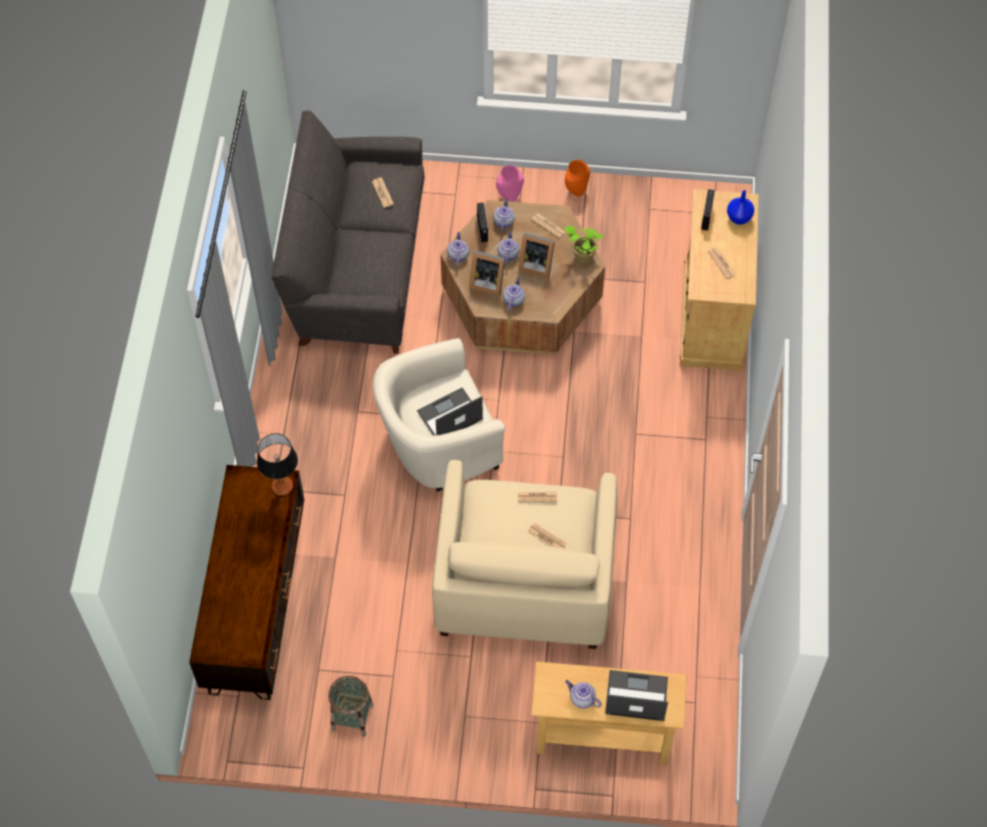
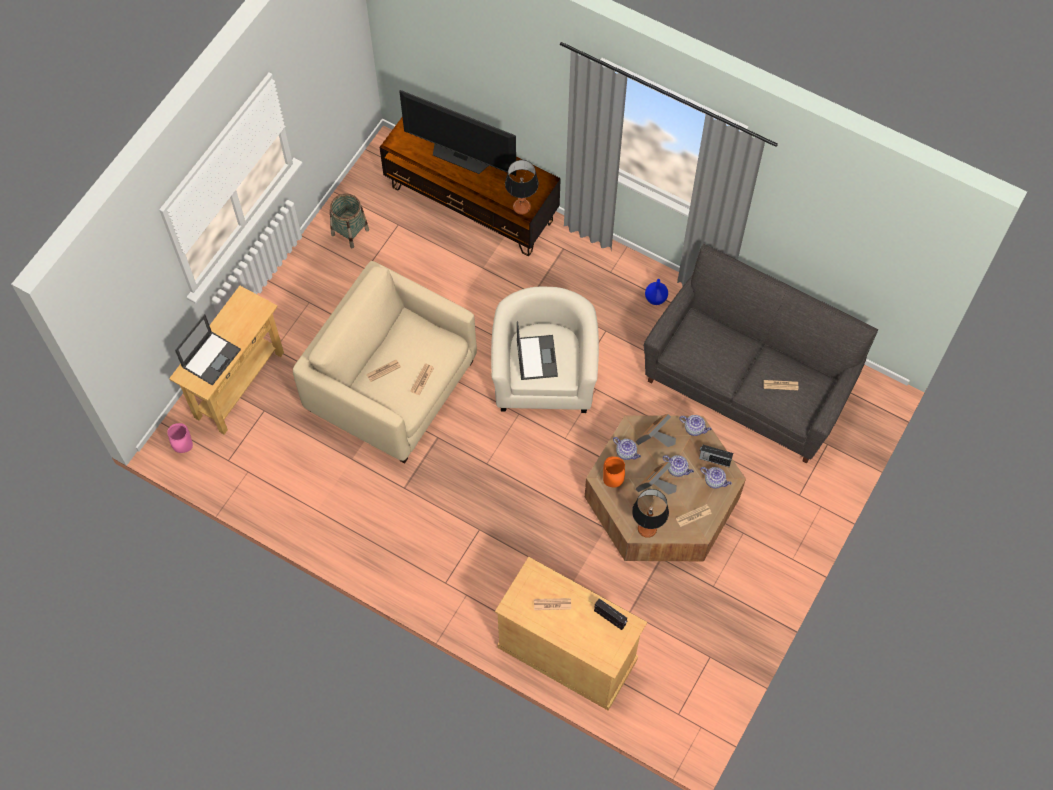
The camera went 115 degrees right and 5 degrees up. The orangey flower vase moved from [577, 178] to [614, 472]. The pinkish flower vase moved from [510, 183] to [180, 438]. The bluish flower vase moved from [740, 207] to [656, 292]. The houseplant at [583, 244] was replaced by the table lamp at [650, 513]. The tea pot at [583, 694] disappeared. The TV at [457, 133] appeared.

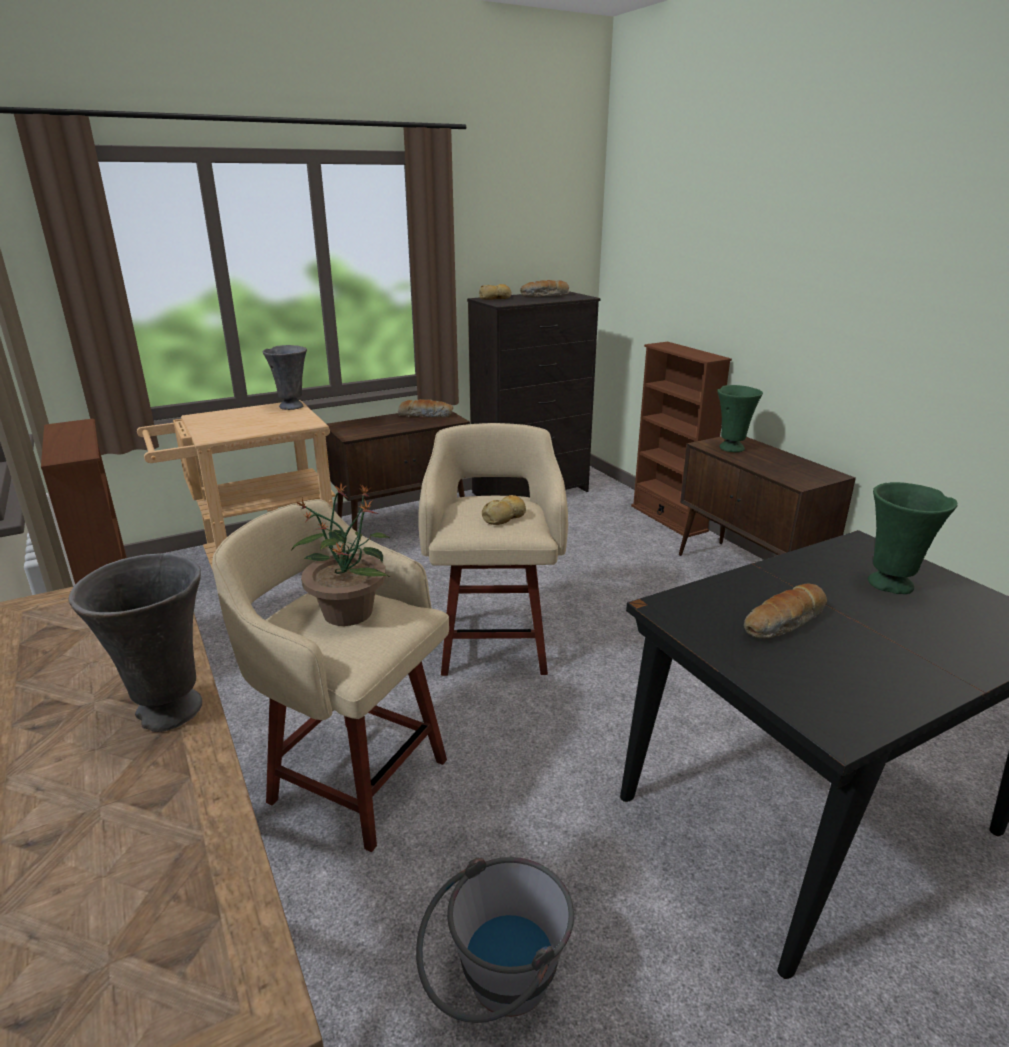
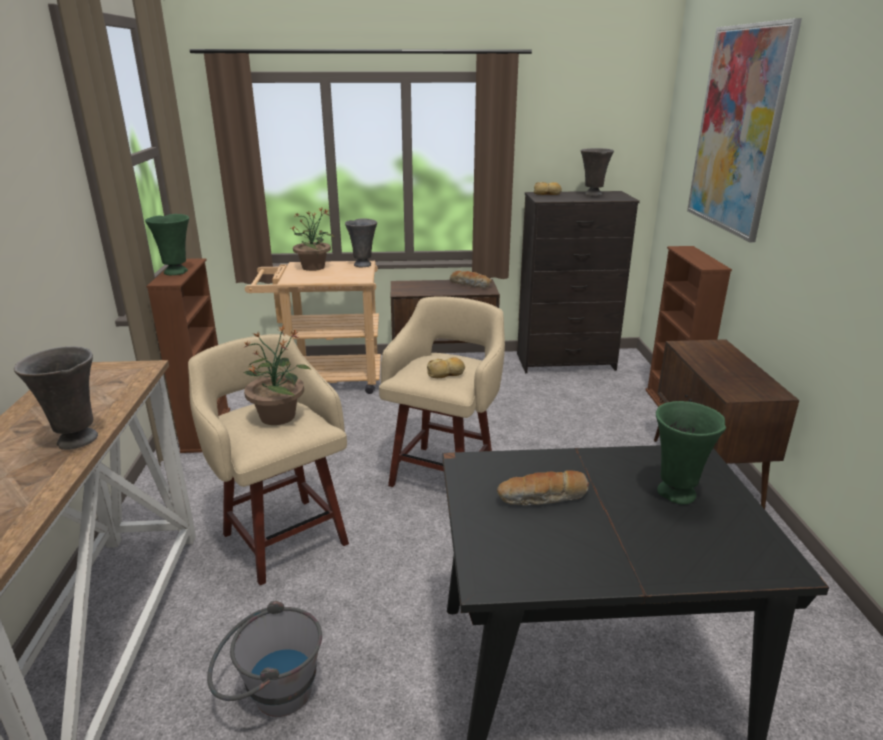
The camera went 25 degrees right and 0 degrees up. The baked bread at [544, 288] was replaced by the grey flower vase at [597, 172]. The green-coloured flower vase moved from [740, 418] to [167, 244]. The wall picture at [744, 130] appeared. The houseplant at [313, 239] appeared.

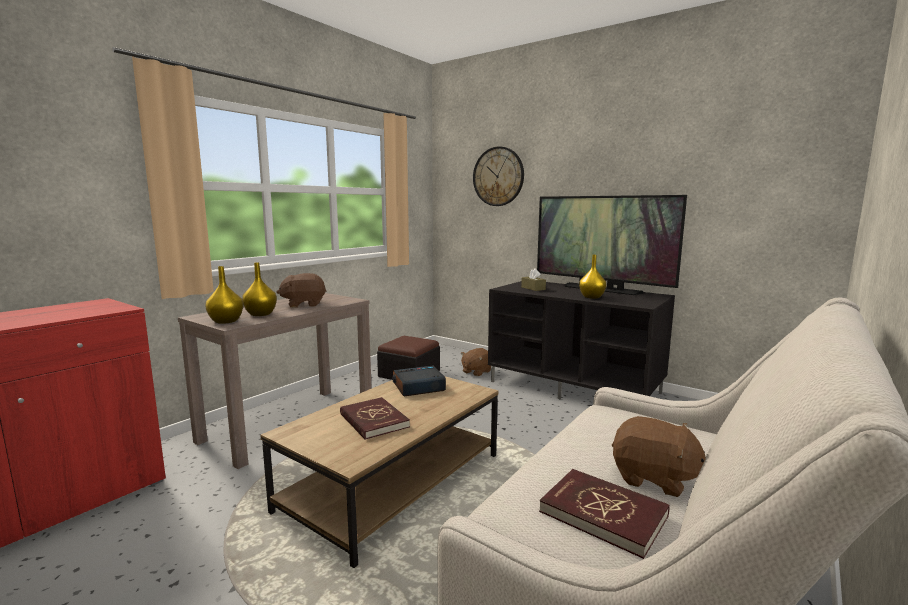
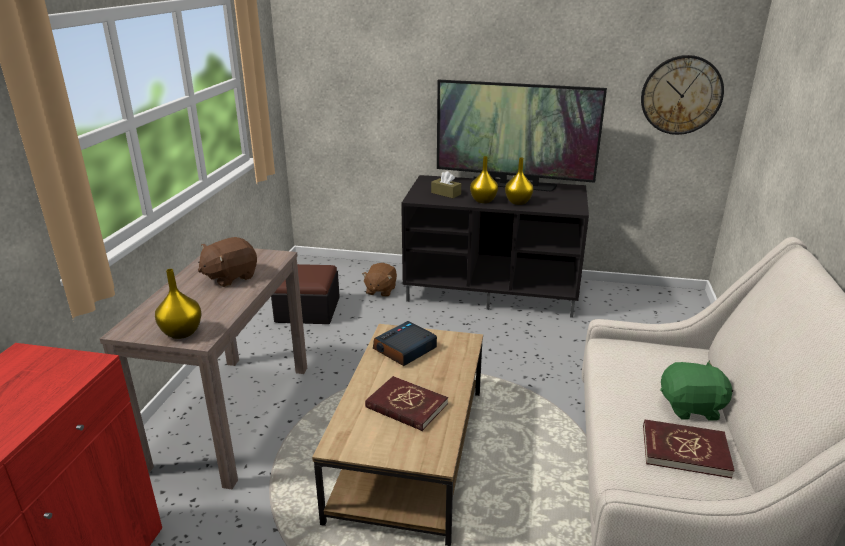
The camera went 25 degrees left and 15 degrees up. The clock on the wall moved from [498, 176] to [682, 95]. The yellow flower vase moved from [259, 289] to [484, 179]. The brownish soft toy at [659, 456] became the green-coloured soft toy at [697, 391].

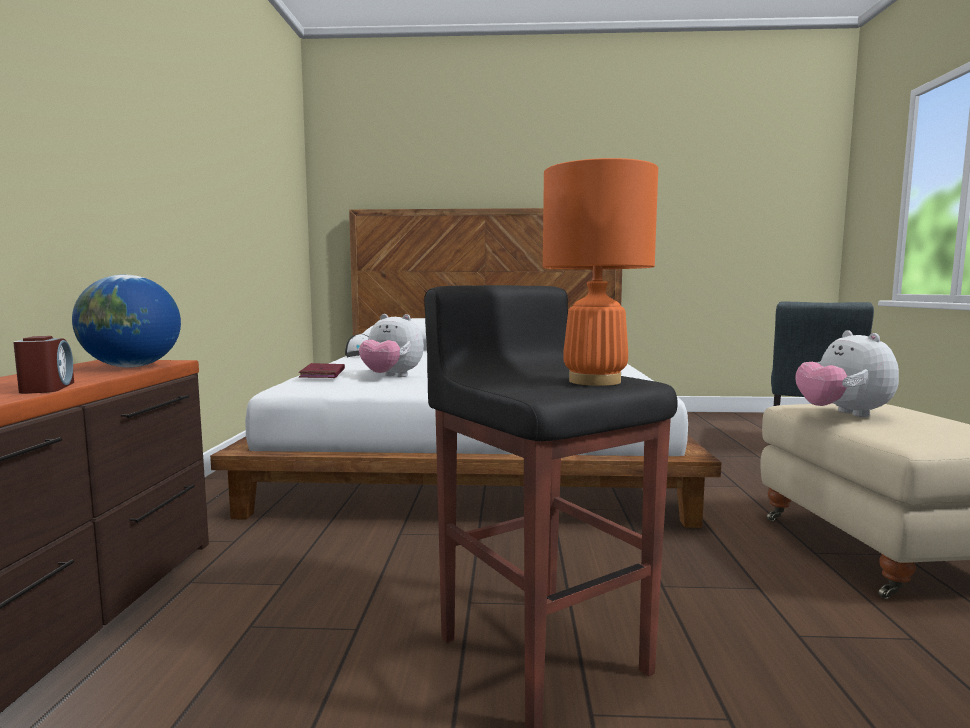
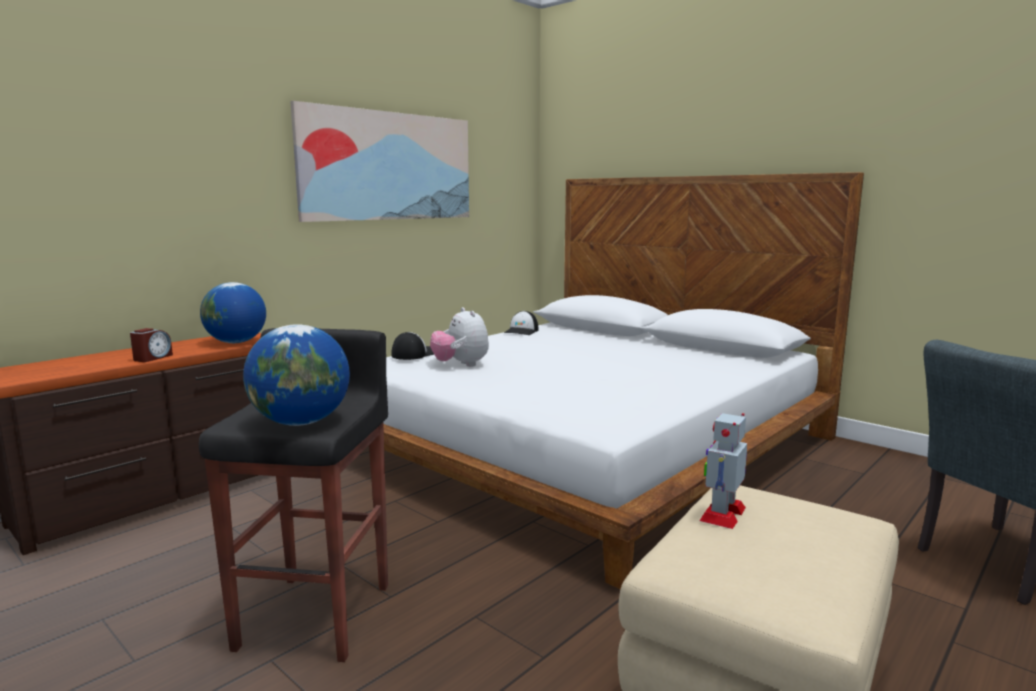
The camera went 40 degrees right and 5 degrees up. The orangey table lamp at [600, 272] was replaced by the desk globe at [296, 375]. The soft toy at [847, 373] was replaced by the toy robot at [724, 471]. The red book at [322, 370] was replaced by the baseball cap at [413, 346]. The wall picture at [379, 161] appeared.

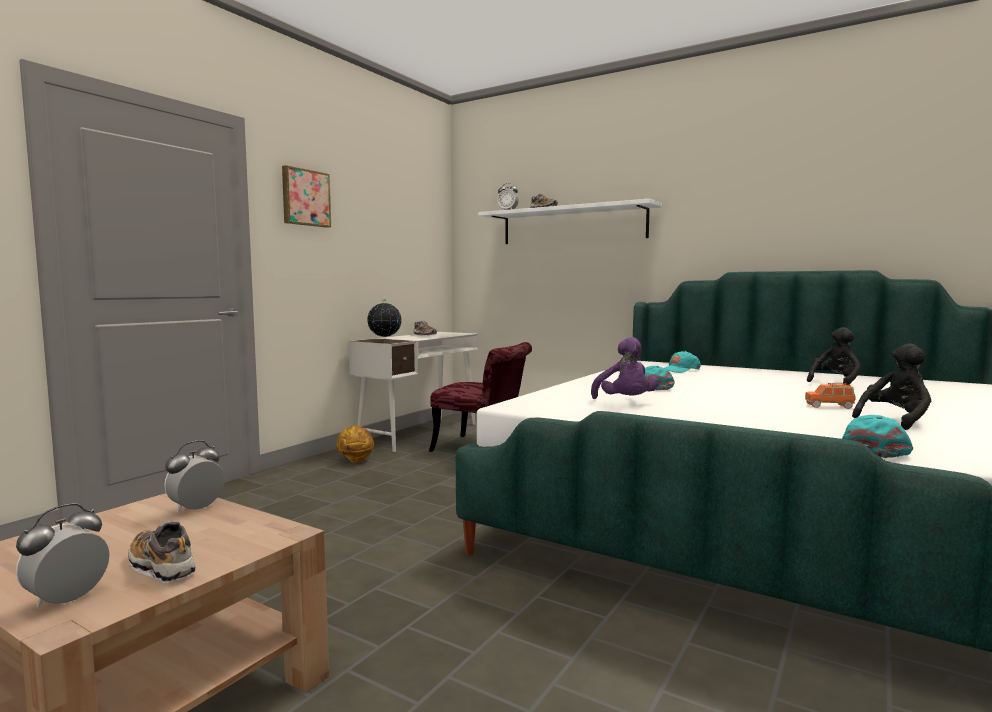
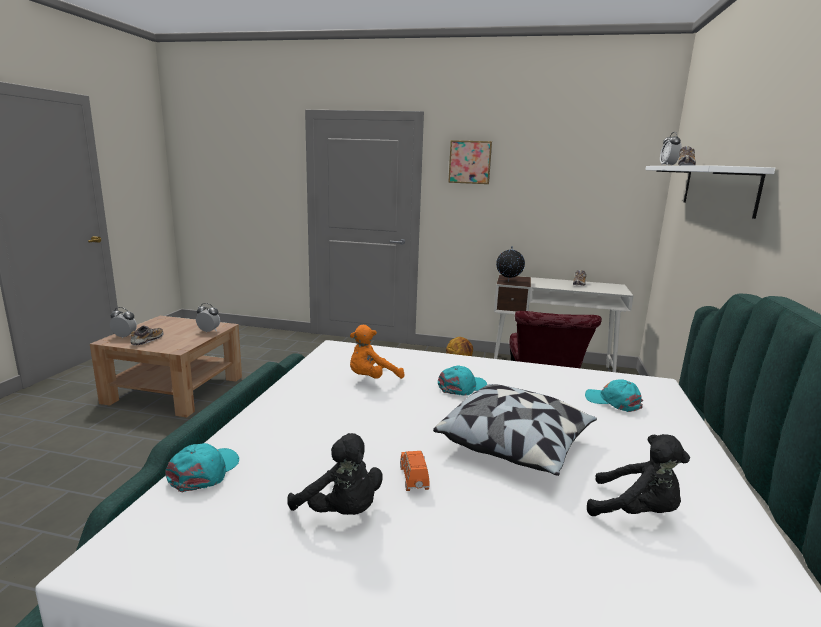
The camera went 70 degrees right and 10 degrees up. The purple soft toy at [625, 368] became the orangey soft toy at [377, 352]. The turquoise baseball cap at [877, 436] turned 75 degrees counterclockwise. The pillow at [515, 430] appeared.

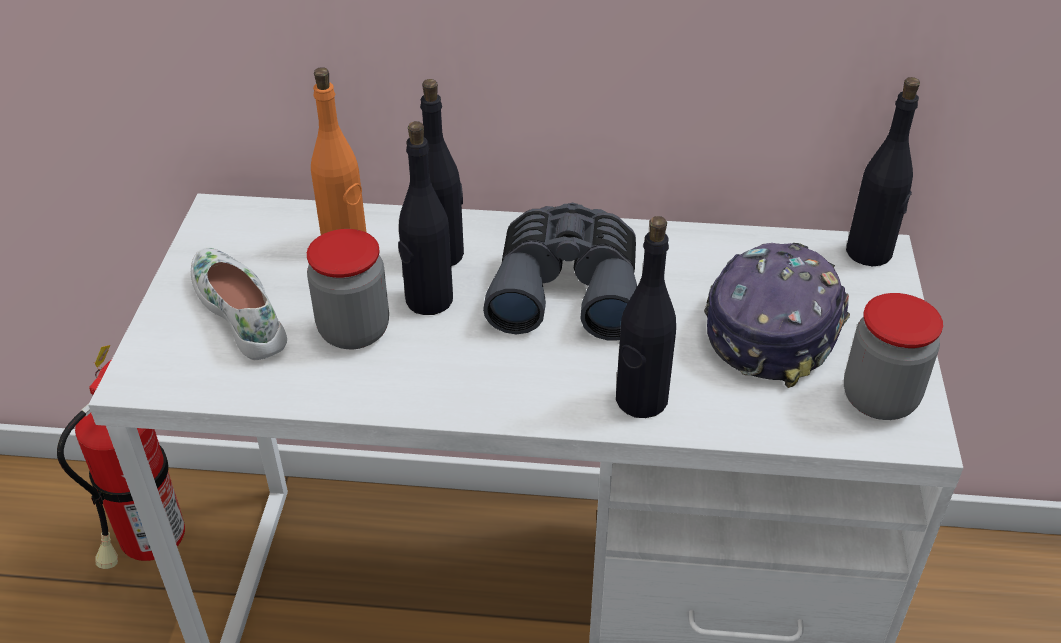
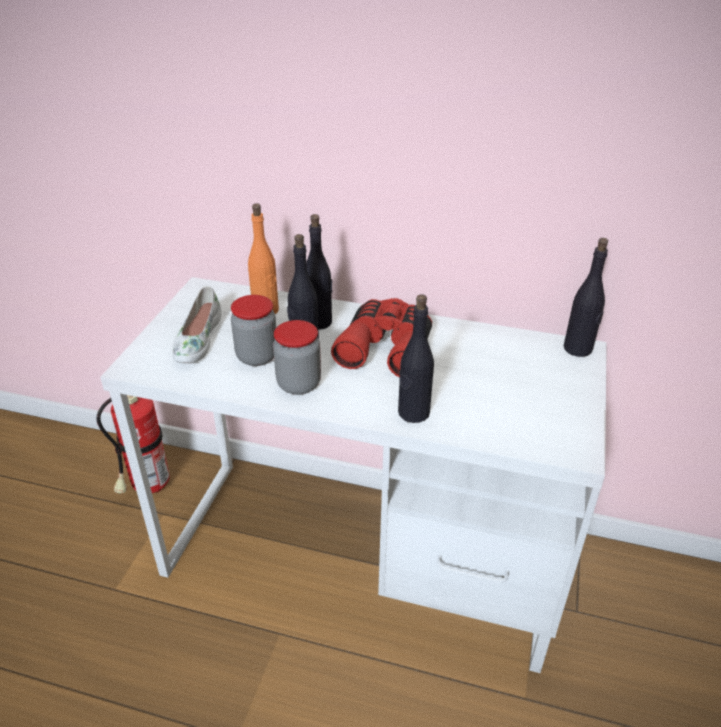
The camera went 10 degrees right and 5 degrees down. The grey field glasses at [560, 272] became the red field glasses at [381, 337]. The baseball cap at [777, 315] disappeared. The white-coloured item of footwear at [239, 303] turned 150 degrees counterclockwise. The preserve jar moved from [893, 356] to [297, 357].

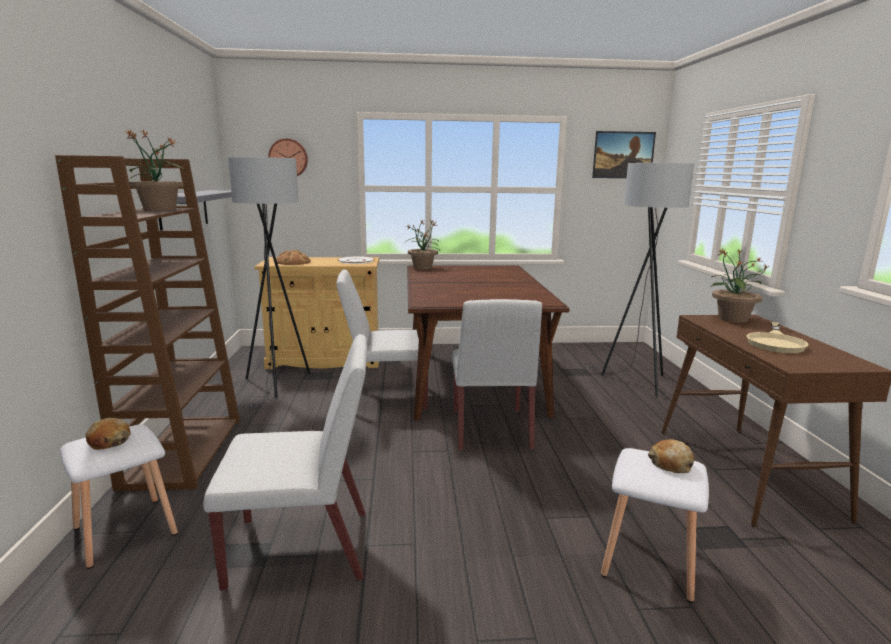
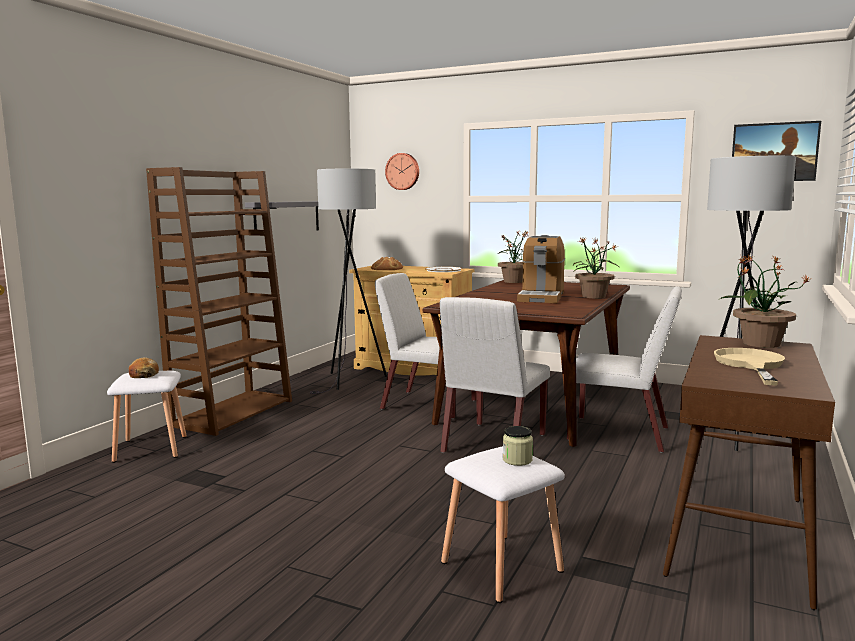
The camera went 30 degrees right and 5 degrees down. The houseplant moved from [155, 170] to [596, 267]. The sand-coloured pan at [777, 337] turned 135 degrees clockwise. The white-coloured chair moved from [285, 462] to [624, 370]. The baked bread at [671, 456] was replaced by the preserve jar at [518, 446]. The coffee maker at [541, 269] appeared.

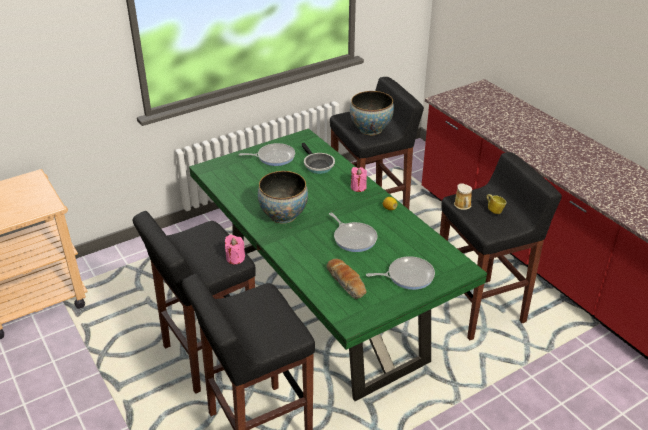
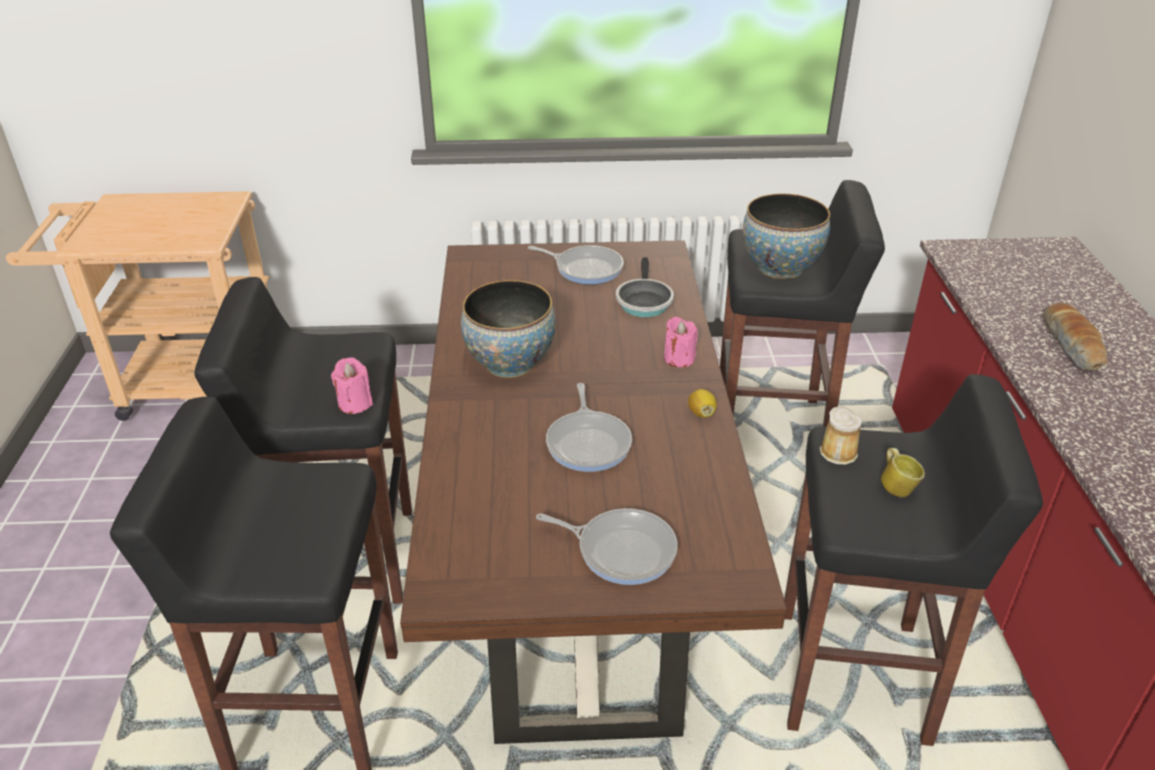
The camera went 30 degrees right and 0 degrees up. The green-coloured dining table at [338, 264] became the brownish dining table at [593, 492]. The baked bread moved from [346, 279] to [1075, 337].

